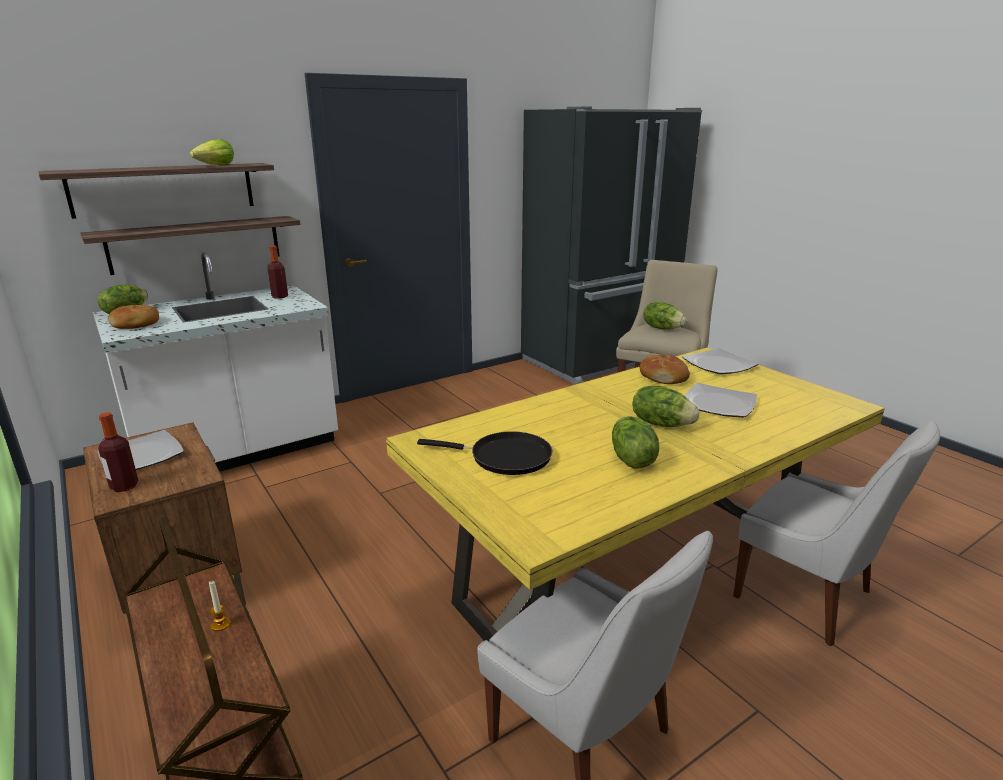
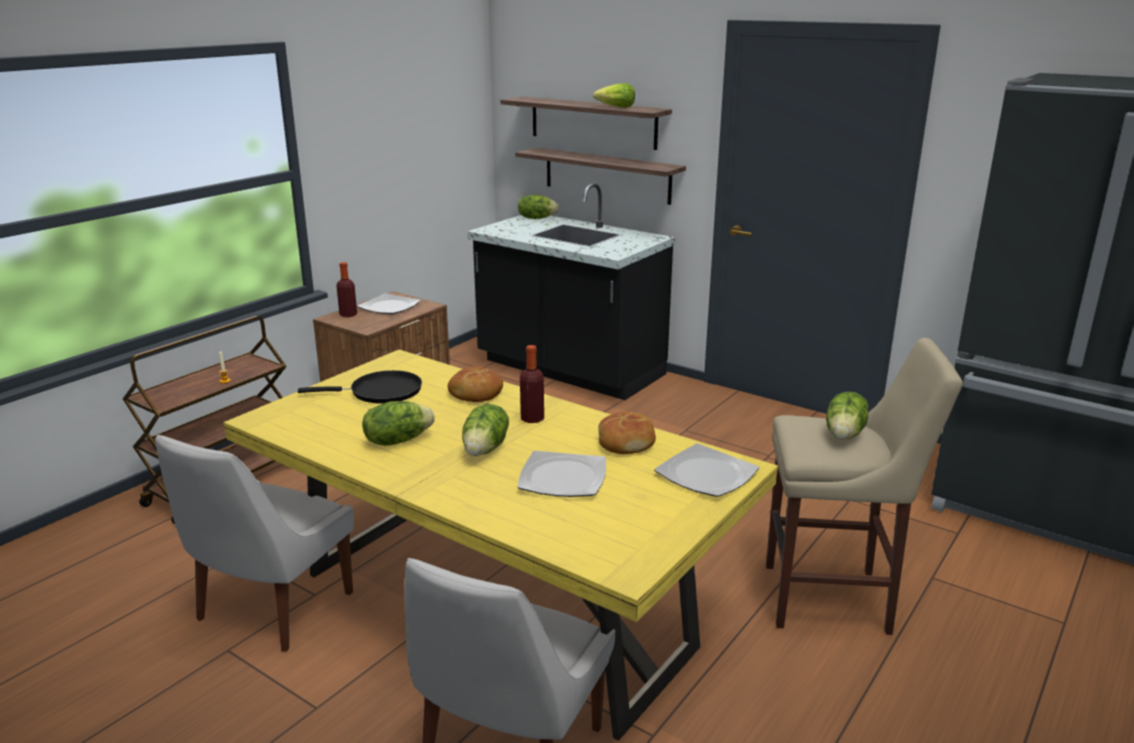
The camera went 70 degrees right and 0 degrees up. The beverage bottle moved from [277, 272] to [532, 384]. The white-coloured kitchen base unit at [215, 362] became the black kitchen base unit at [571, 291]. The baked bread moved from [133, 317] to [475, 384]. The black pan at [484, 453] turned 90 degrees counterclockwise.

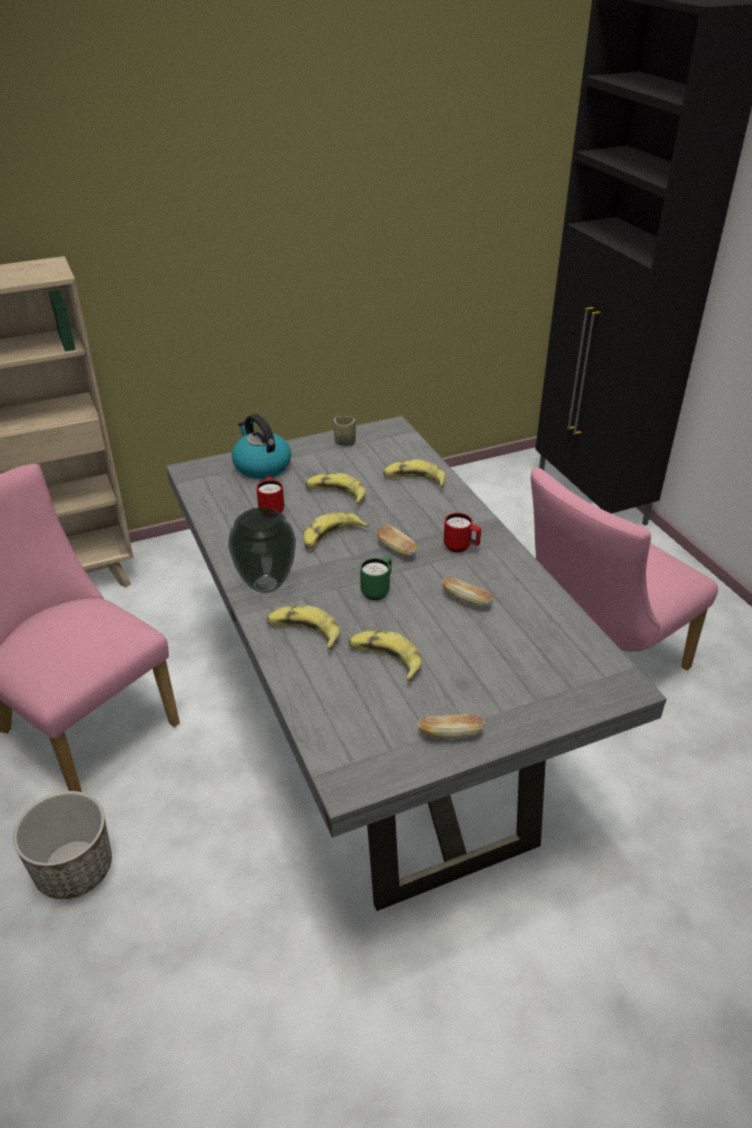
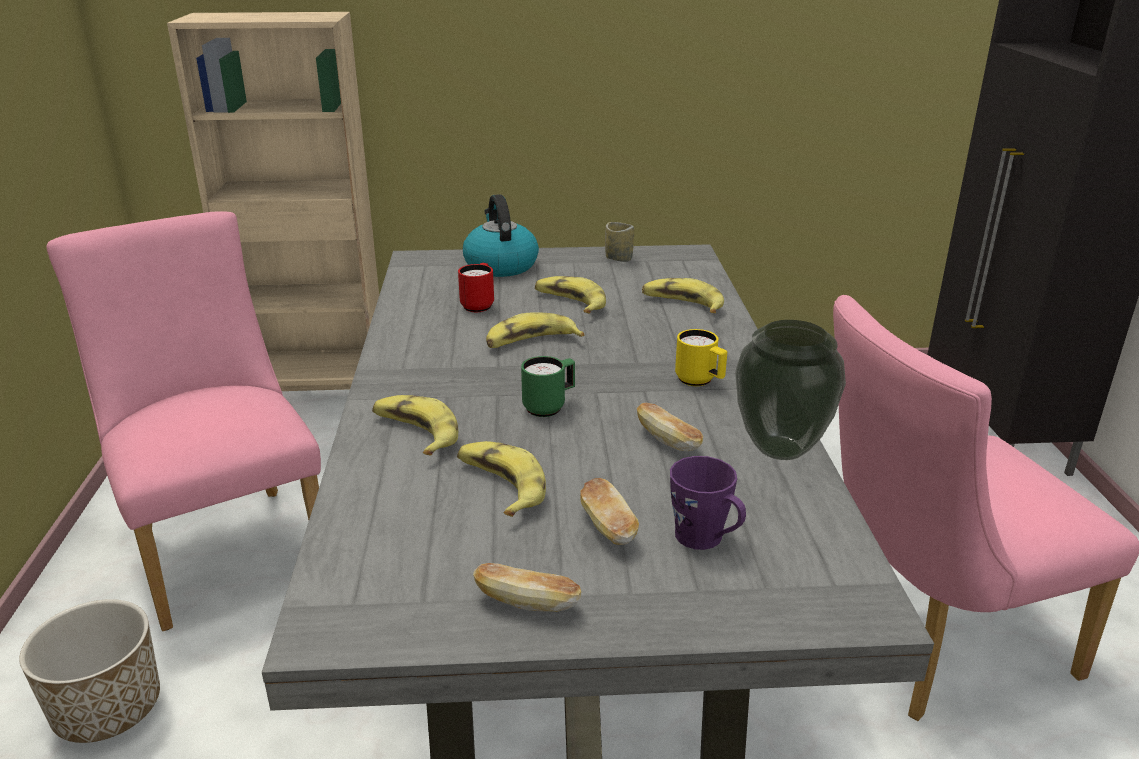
The camera went 20 degrees right and 10 degrees down. The flower vase moved from [262, 550] to [790, 390]. The red mug at [462, 532] became the yellow mug at [701, 357]. The baked bread moved from [397, 541] to [609, 511]. The purple mug at [708, 503] appeared.

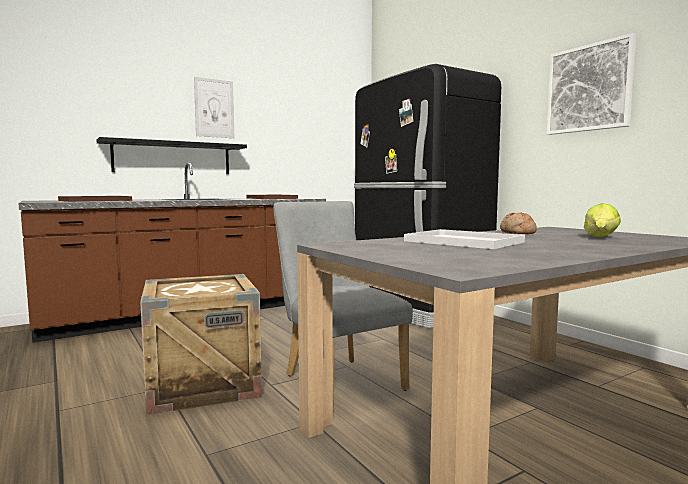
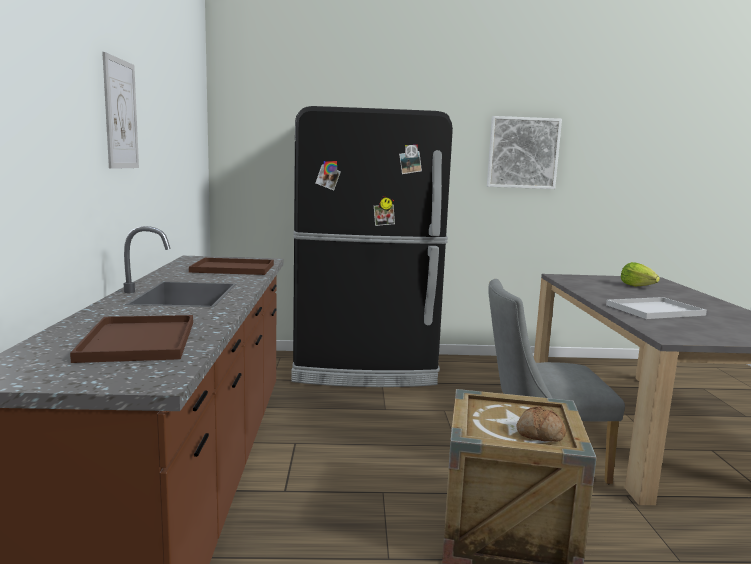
The camera went 60 degrees left and 5 degrees up. The black shelf at [172, 155] disappeared. The baked bread moved from [518, 223] to [541, 424].

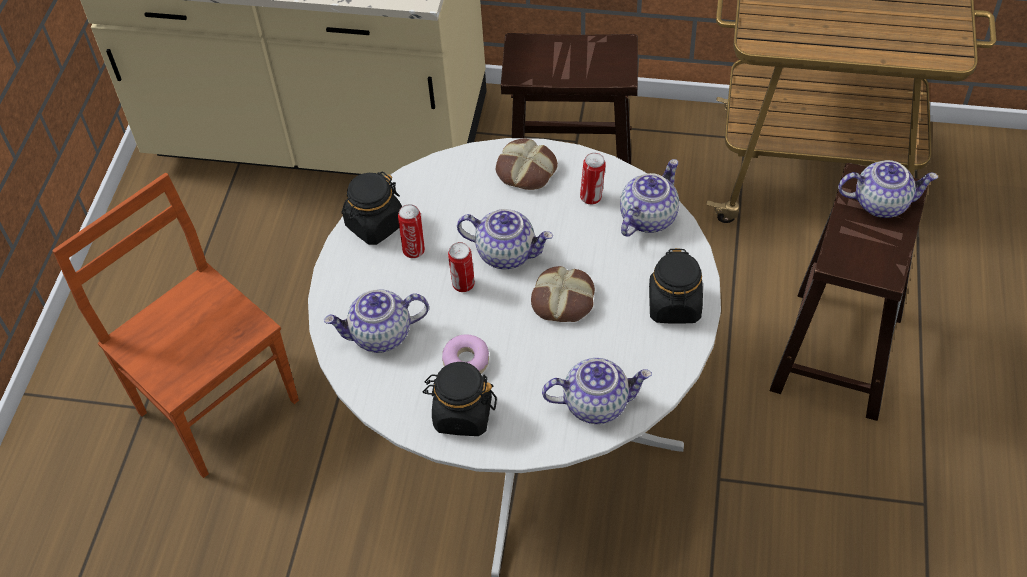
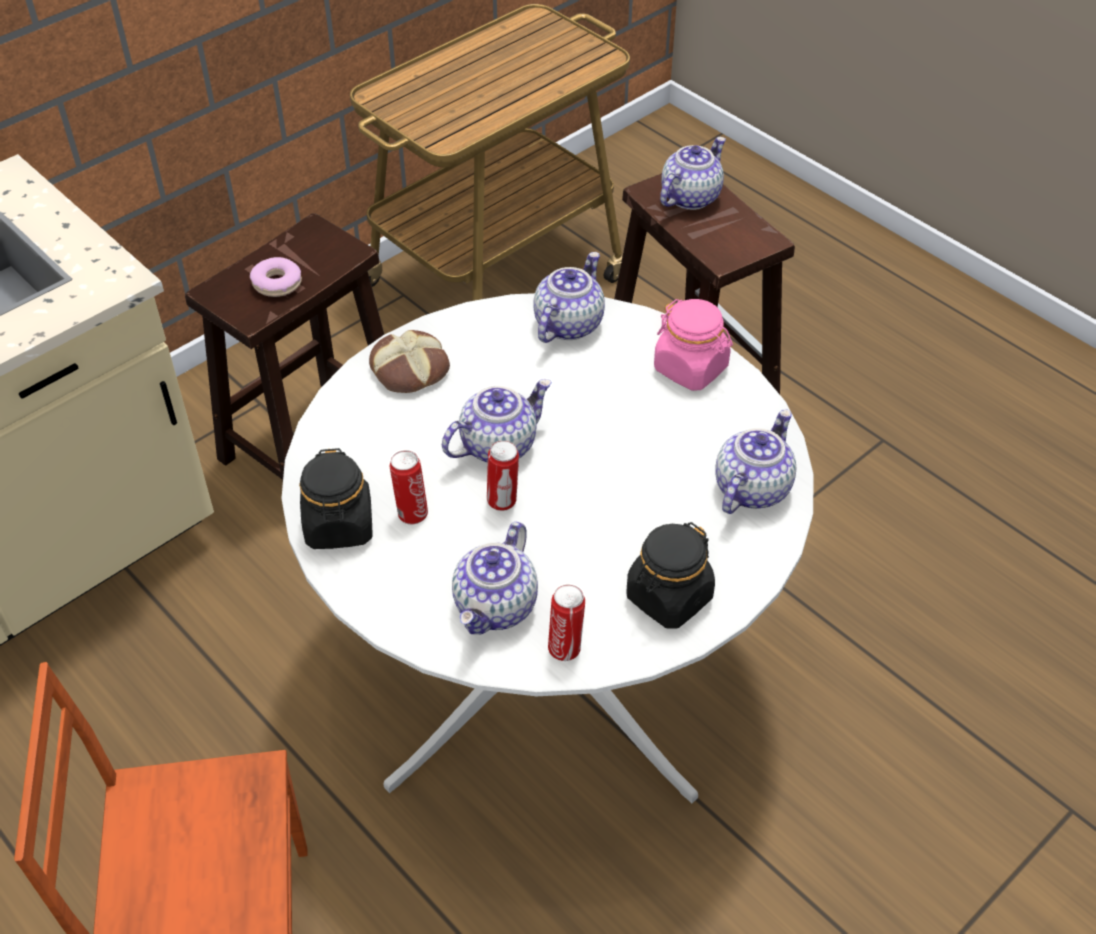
The camera went 55 degrees left and 5 degrees down. The sealed can moved from [593, 179] to [566, 623]. The tea pot at [649, 198] turned 45 degrees clockwise. The black preserve jar at [676, 286] became the pinkish preserve jar at [693, 345]. The baked bread at [563, 294] disappeared. The ring doughnut moved from [465, 354] to [276, 277].

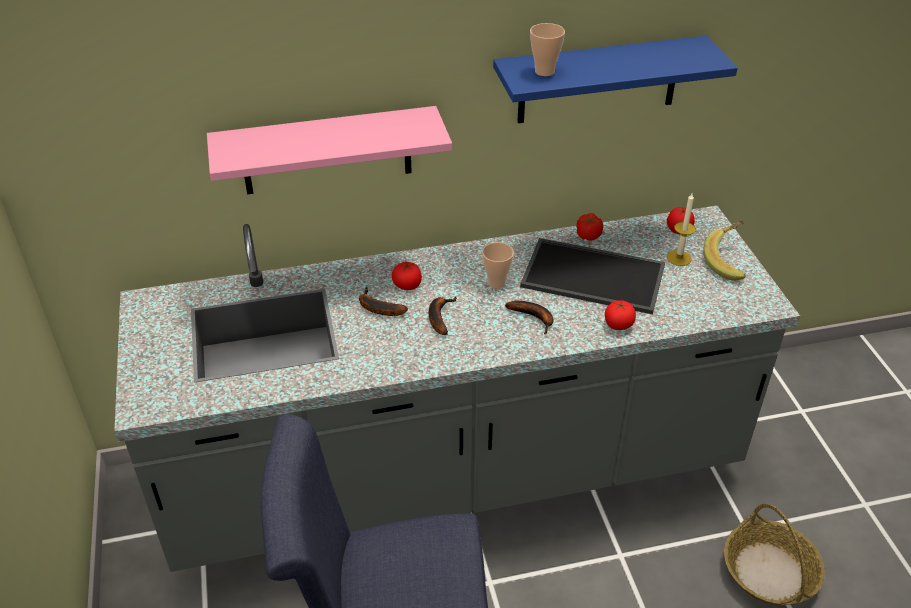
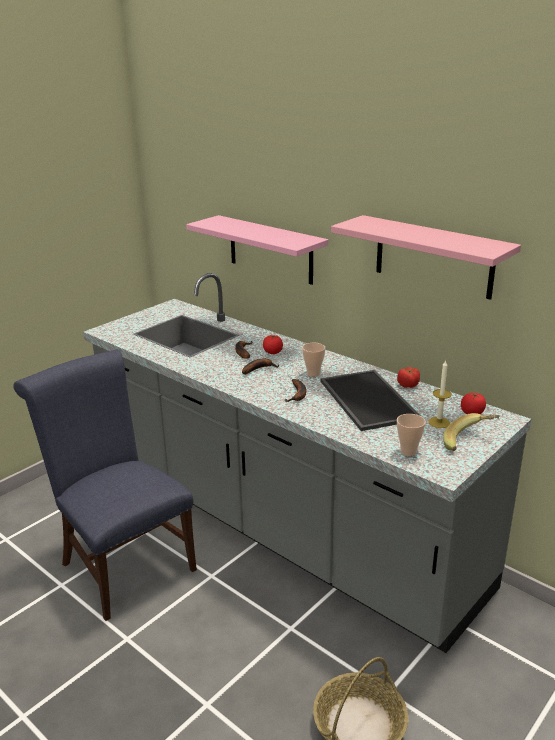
The camera went 55 degrees right and 15 degrees down. The cup moved from [547, 49] to [411, 435]. The bluish shelf at [615, 79] became the pinkish shelf at [426, 257]. The whole tomato at [620, 315] disappeared.

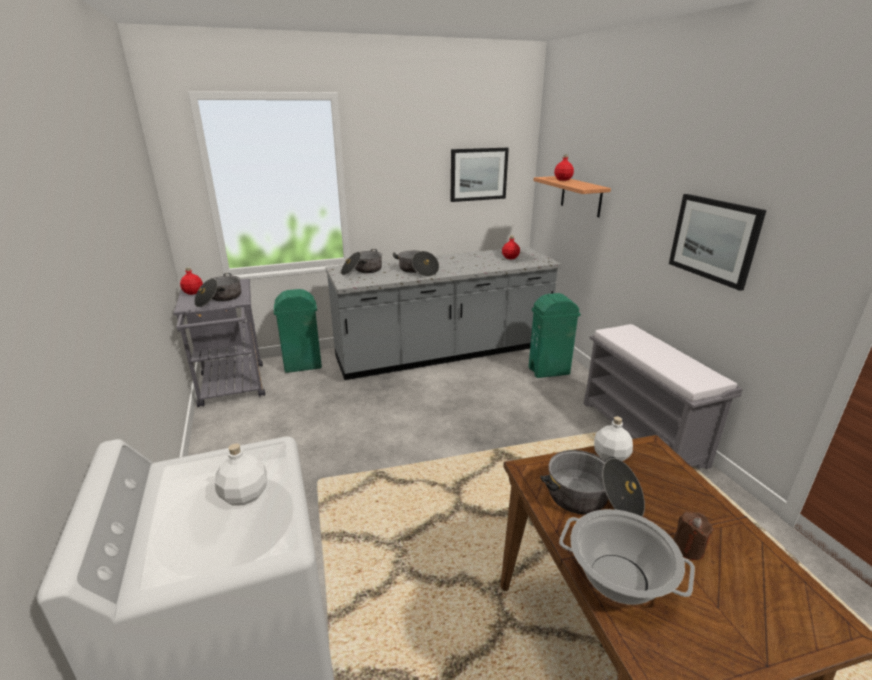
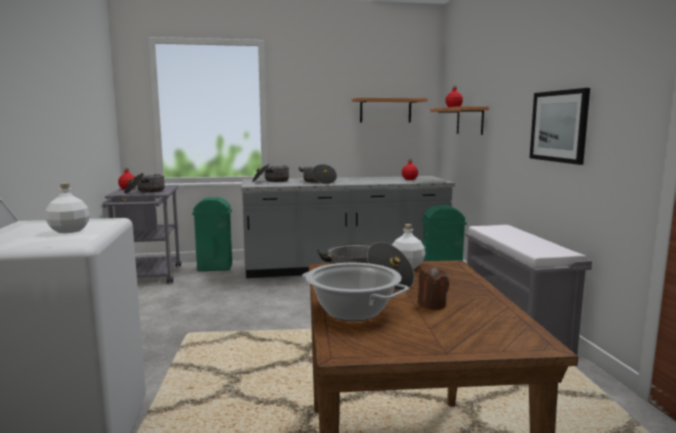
The camera went 10 degrees right and 15 degrees down. The wall picture at [479, 175] was replaced by the shelf at [390, 110].

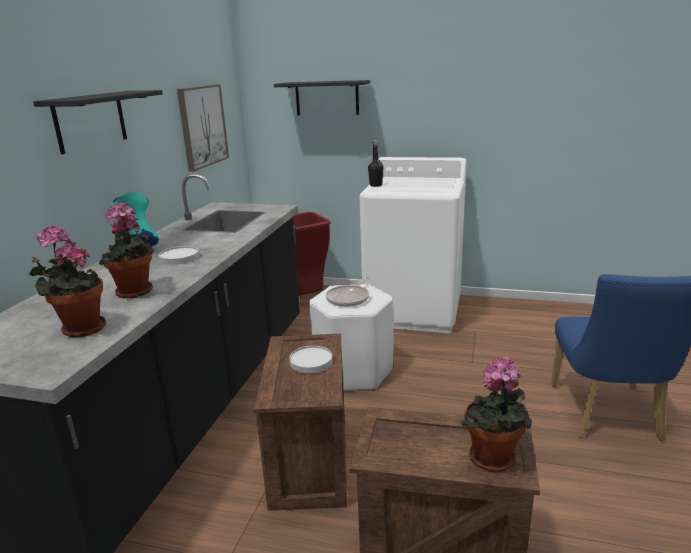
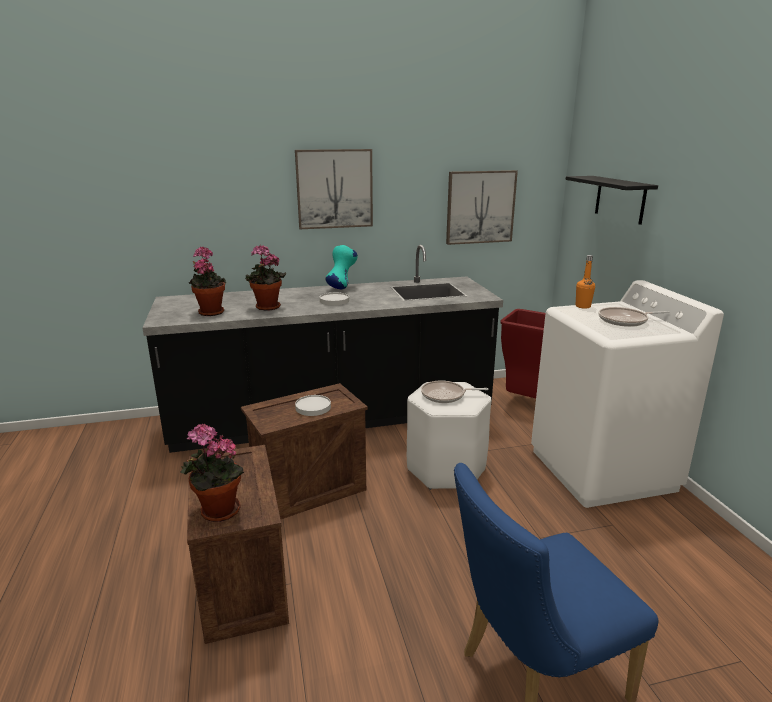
The camera went 60 degrees right and 0 degrees up. The black shelf at [98, 122] was replaced by the wall picture at [334, 189]. The black beverage bottle at [375, 163] became the orangey beverage bottle at [585, 282]. The pan at [634, 317] appeared.

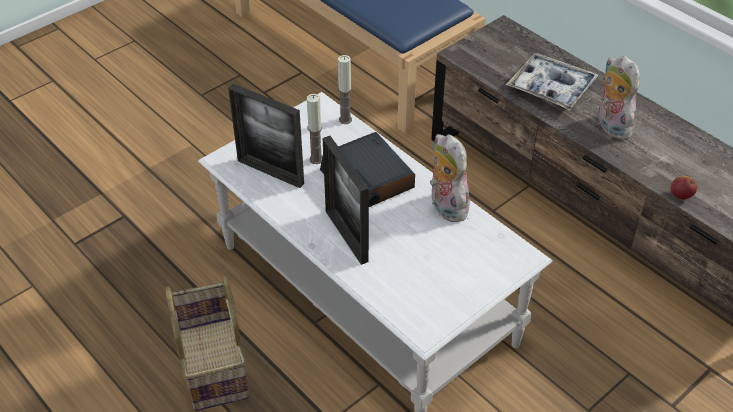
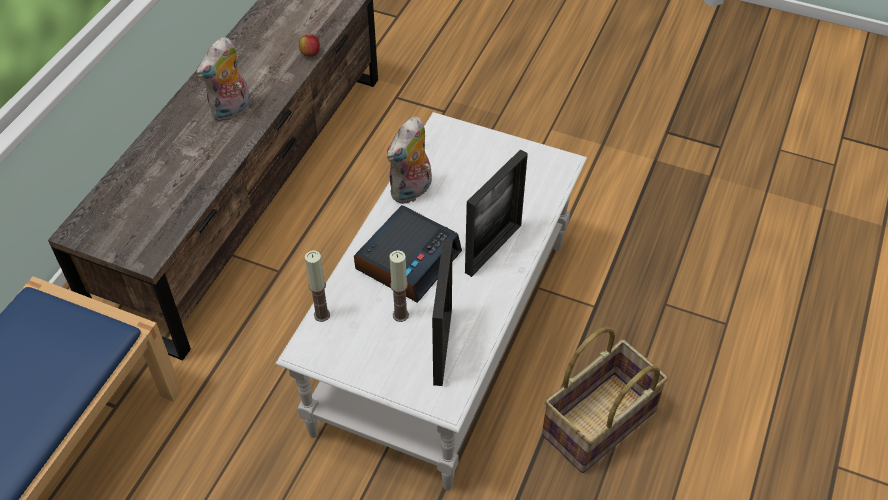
The camera went 115 degrees left and 5 degrees up. The carrying tray at [552, 81] disappeared.

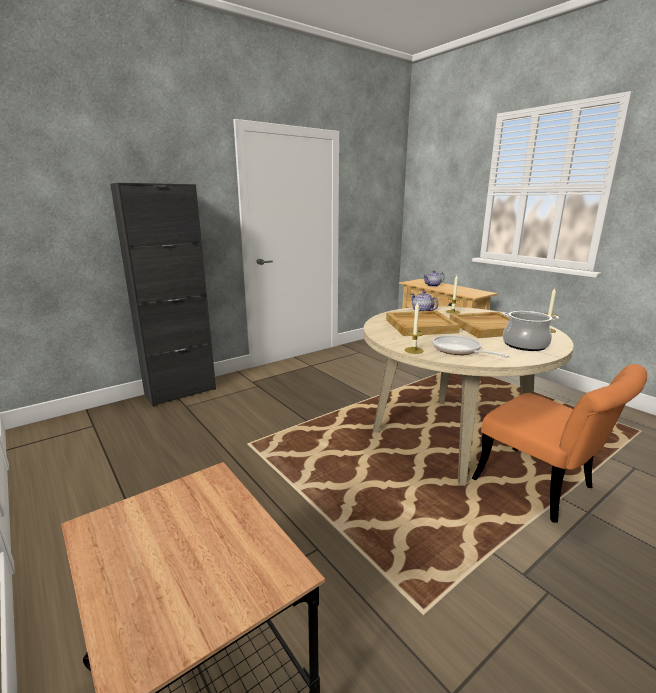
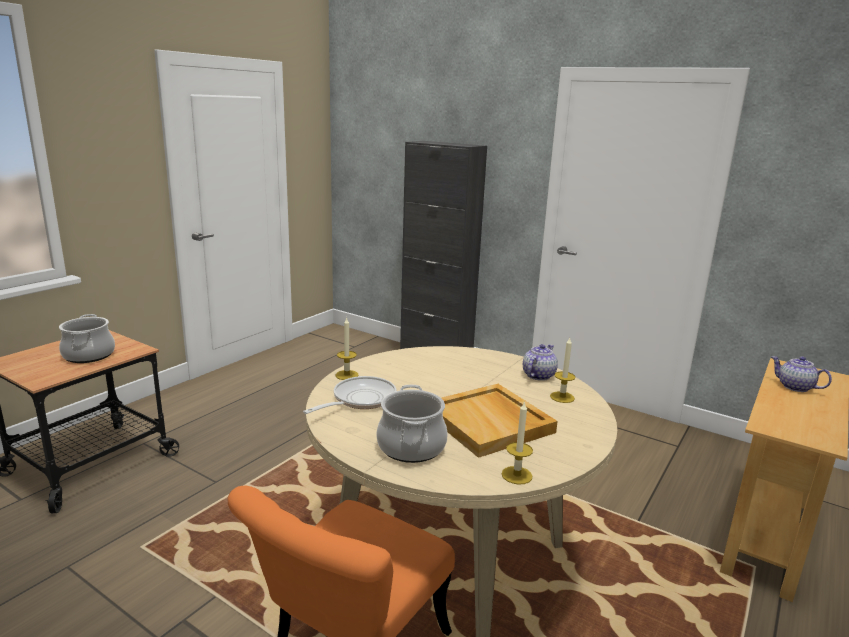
The camera went 70 degrees right and 0 degrees up. The sand-coloured carrying tray at [423, 323] disappeared. The stockpot at [87, 338] appeared.

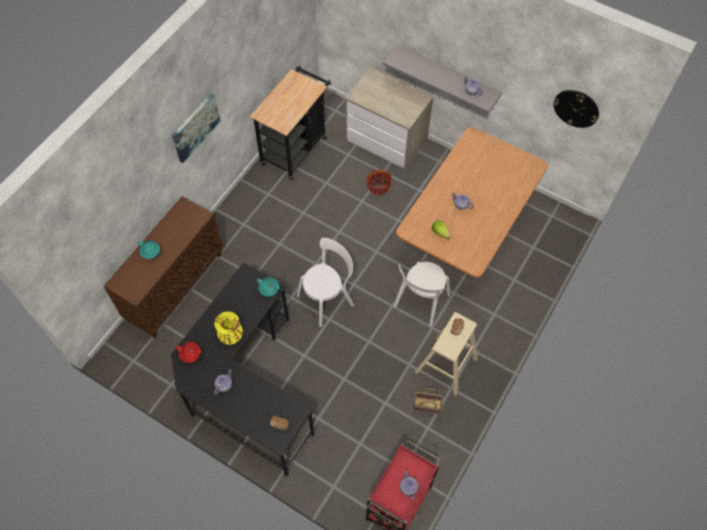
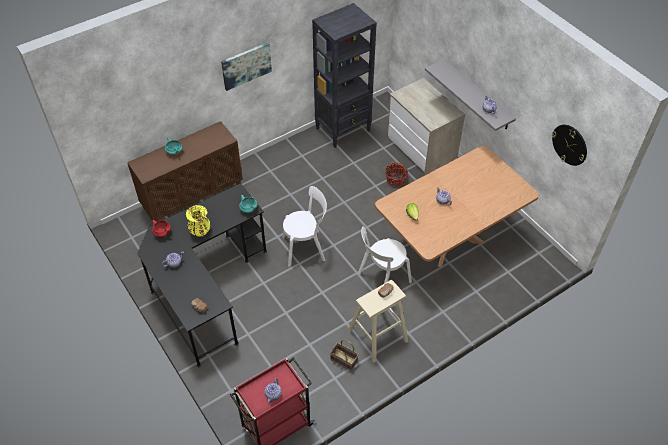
The camera went 25 degrees right and 10 degrees down. The black cart at [290, 123] was replaced by the black shelving unit at [344, 75].

